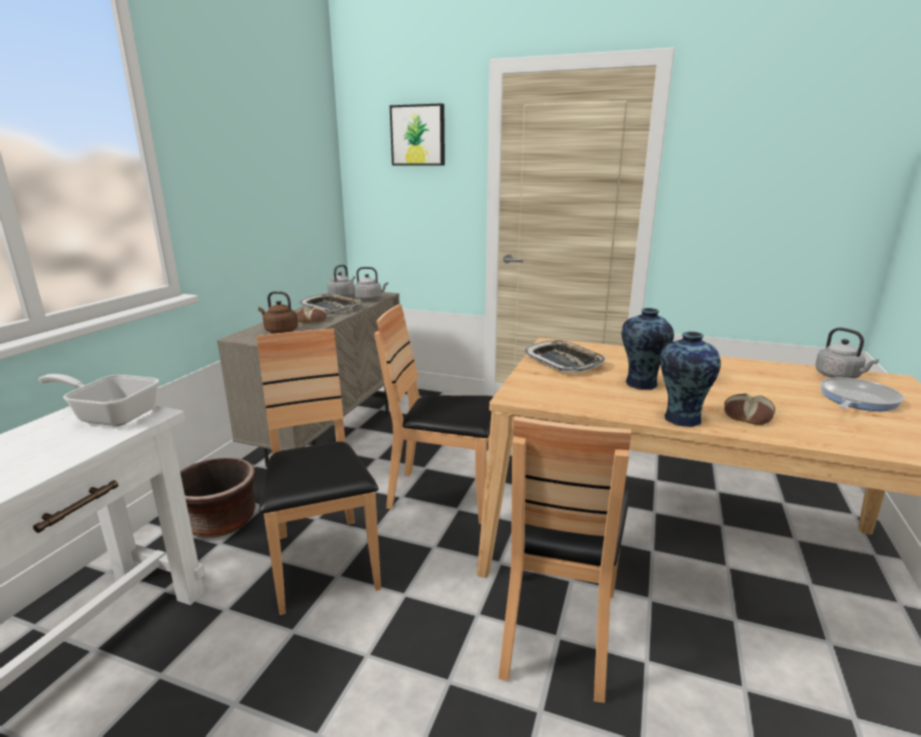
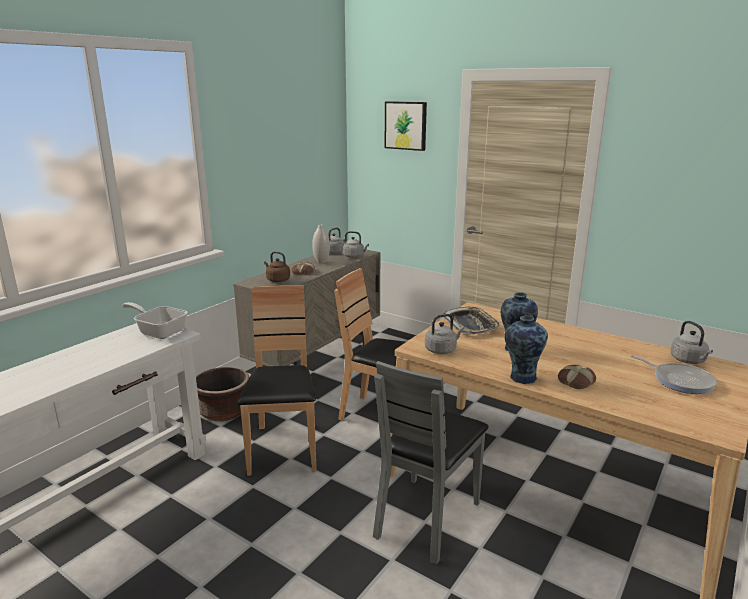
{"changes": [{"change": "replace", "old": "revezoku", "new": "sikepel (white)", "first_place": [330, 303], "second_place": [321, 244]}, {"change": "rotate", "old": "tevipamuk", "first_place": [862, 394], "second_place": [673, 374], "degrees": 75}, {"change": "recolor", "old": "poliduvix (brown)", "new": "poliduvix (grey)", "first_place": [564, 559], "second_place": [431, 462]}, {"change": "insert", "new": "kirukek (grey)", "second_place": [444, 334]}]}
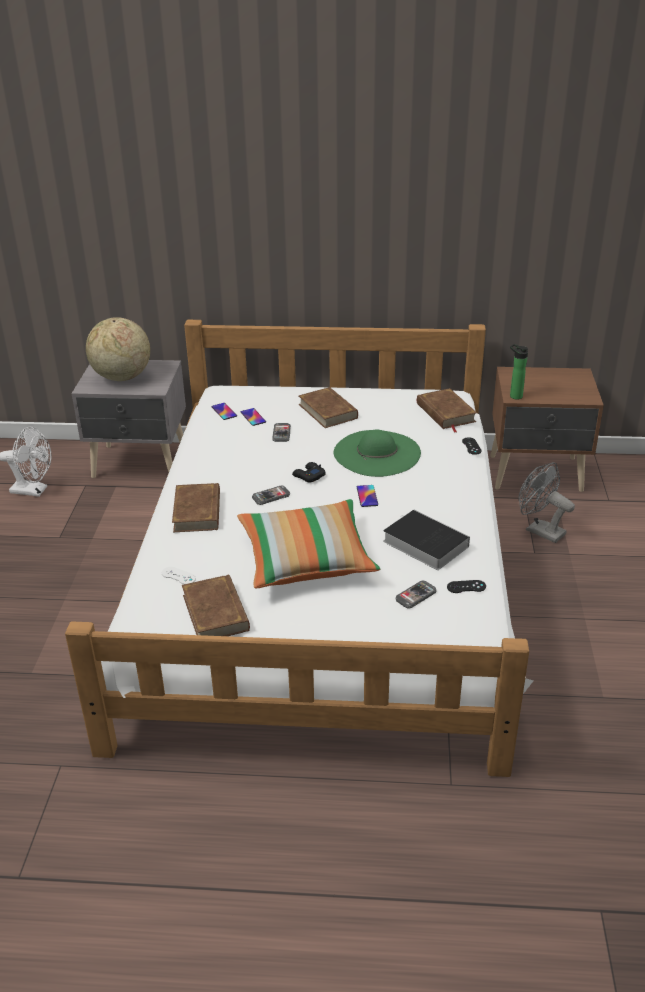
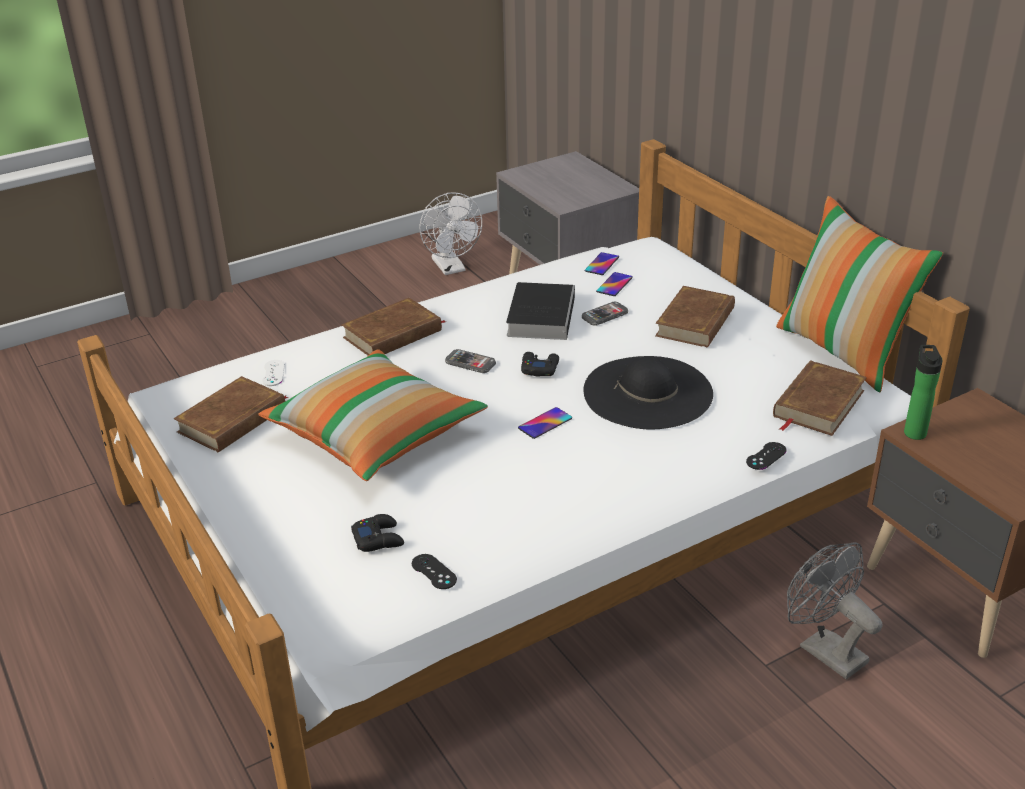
{"changes": [{"change": "delete", "old": "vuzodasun", "first_place": [118, 349]}, {"change": "recolor", "old": "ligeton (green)", "new": "ligeton (black)", "first_place": [377, 453], "second_place": [648, 392]}, {"change": "rotate", "old": "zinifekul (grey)", "first_place": [546, 502], "second_place": [834, 610], "degrees": -45}, {"change": "move", "old": "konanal", "first_place": [426, 540], "second_place": [540, 311]}, {"change": "replace", "old": "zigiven", "new": "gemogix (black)", "first_place": [416, 594], "second_place": [377, 533]}, {"change": "insert", "new": "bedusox", "second_place": [859, 294]}]}
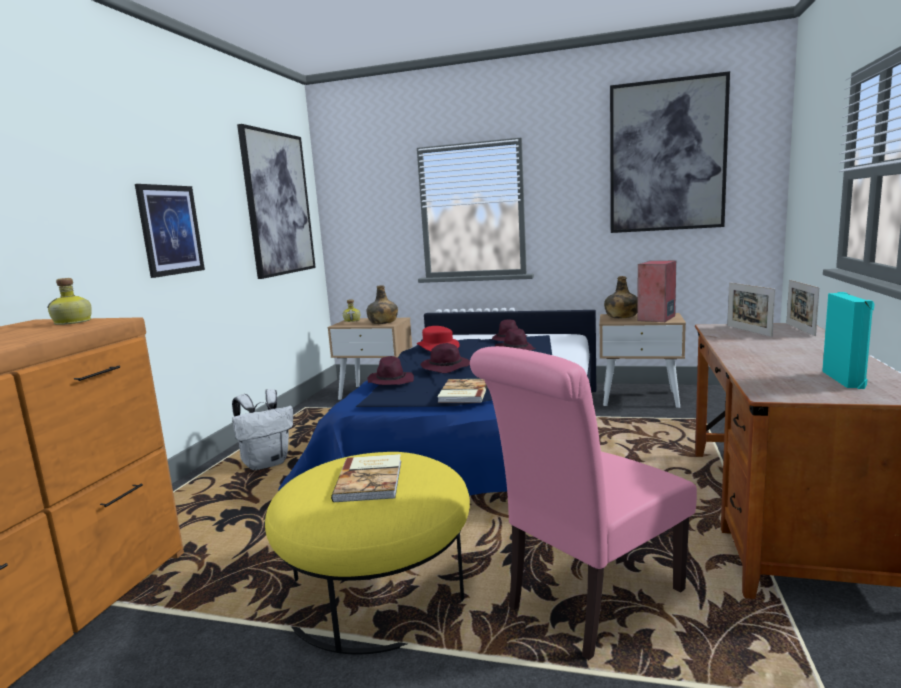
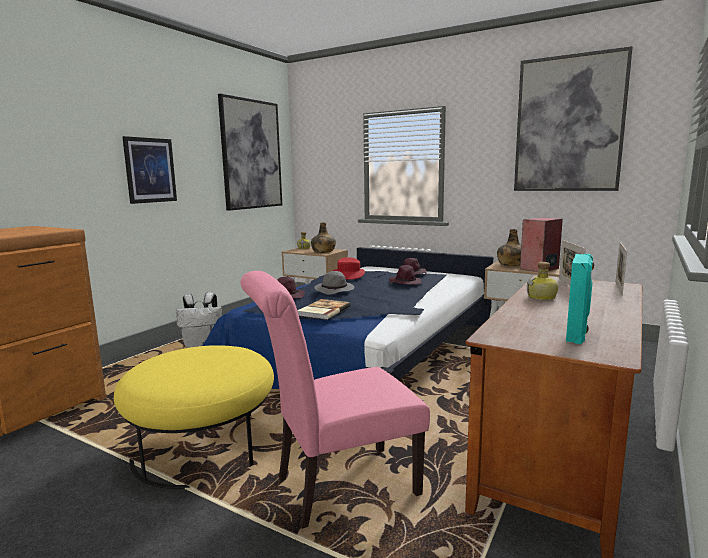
{"changes": [{"change": "move", "old": "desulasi", "first_place": [69, 301], "second_place": [543, 281]}, {"change": "recolor", "old": "ligeton (purple)", "new": "ligeton (grey)", "first_place": [445, 358], "second_place": [334, 283]}, {"change": "delete", "old": "konanal", "first_place": [366, 478]}]}
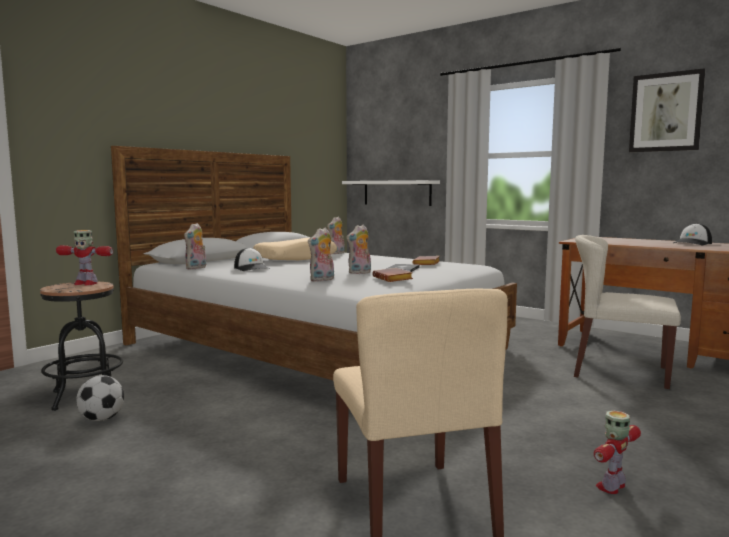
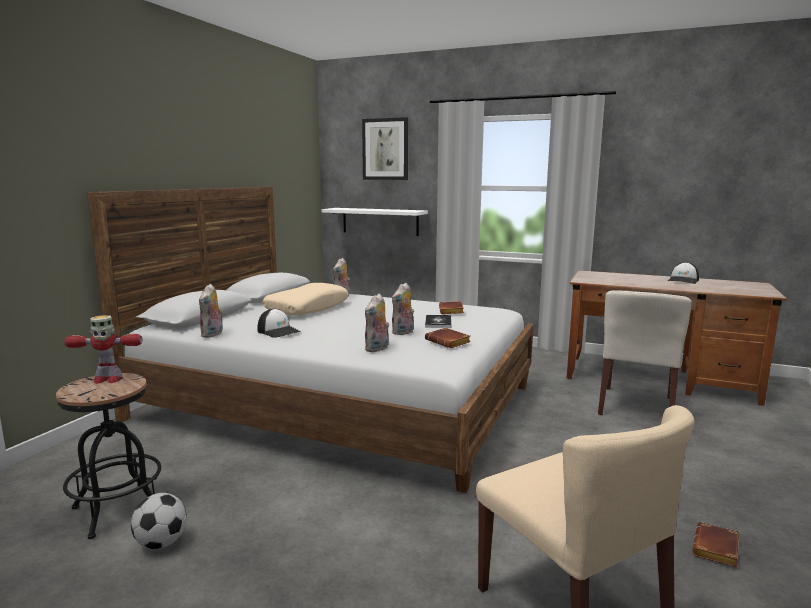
{"changes": [{"change": "move", "old": "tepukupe", "first_place": [667, 110], "second_place": [385, 148]}, {"change": "rotate", "old": "poliduvix (beige)", "first_place": [627, 312], "second_place": [645, 352], "degrees": -75}, {"change": "replace", "old": "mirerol", "new": "konanal (brown)", "first_place": [617, 452], "second_place": [715, 544]}]}
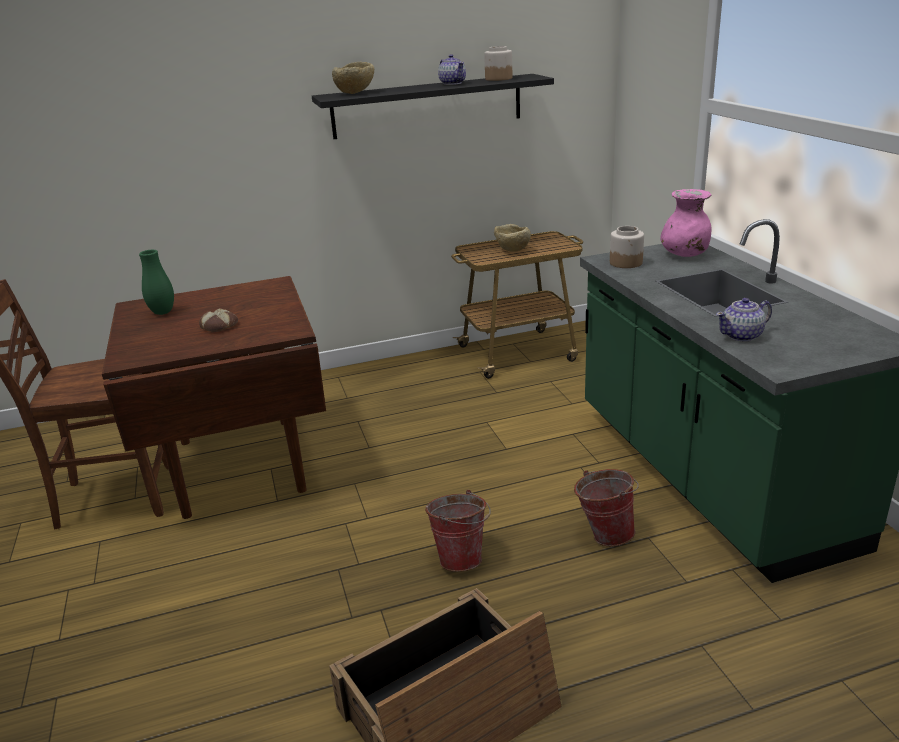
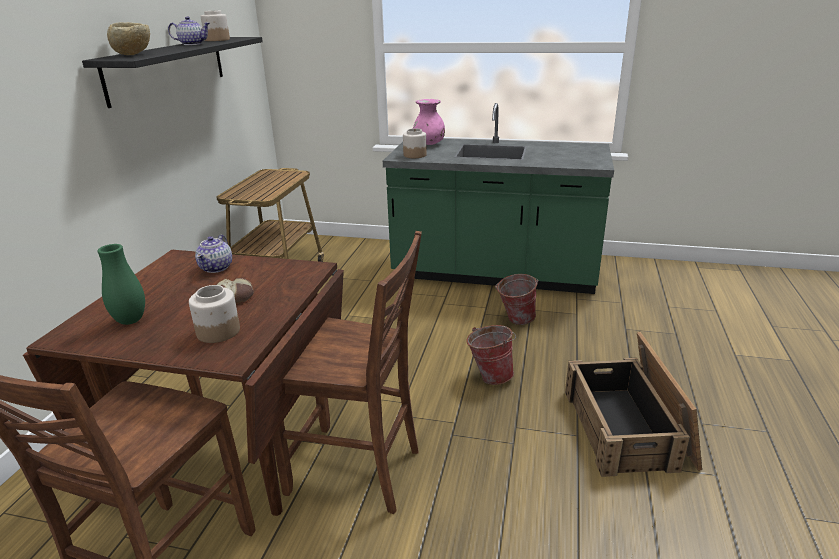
{"changes": [{"change": "delete", "old": "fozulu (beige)", "first_place": [512, 238]}, {"change": "move", "old": "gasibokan", "first_place": [744, 320], "second_place": [213, 254]}, {"change": "insert", "new": "poliduvix (brown)", "second_place": [347, 372]}, {"change": "insert", "new": "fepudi", "second_place": [214, 314]}]}
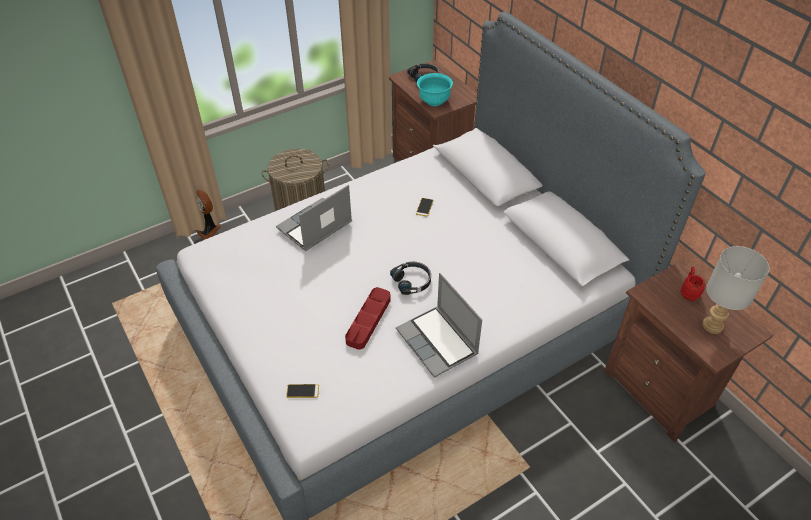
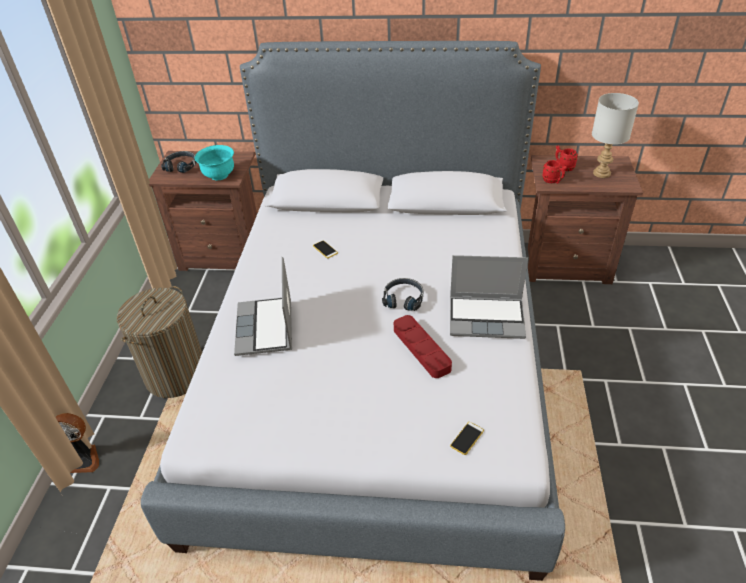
{"changes": [{"change": "insert", "new": "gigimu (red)", "second_place": [554, 172]}]}
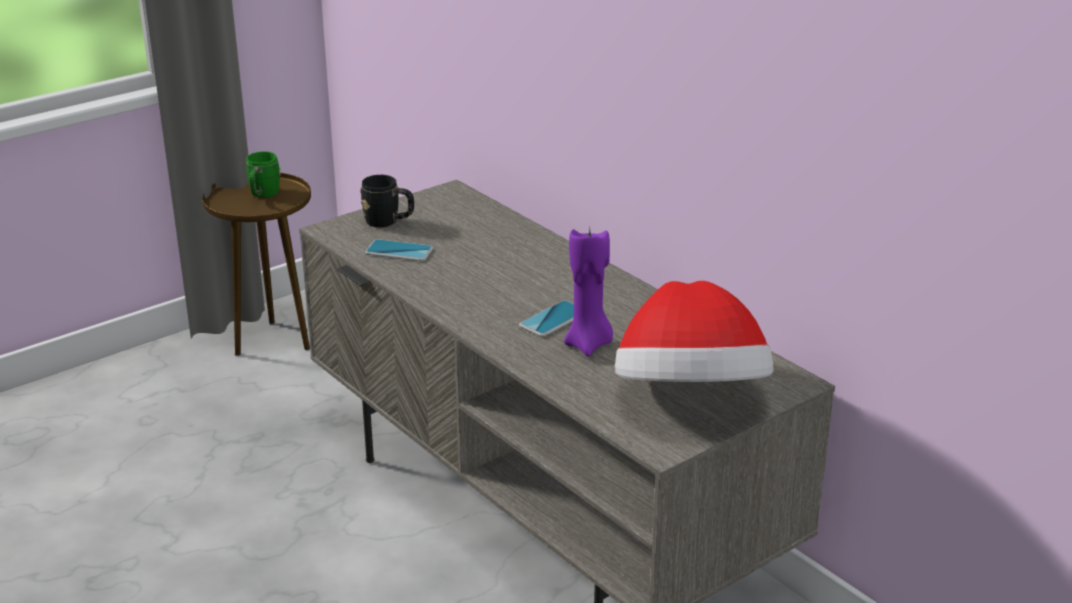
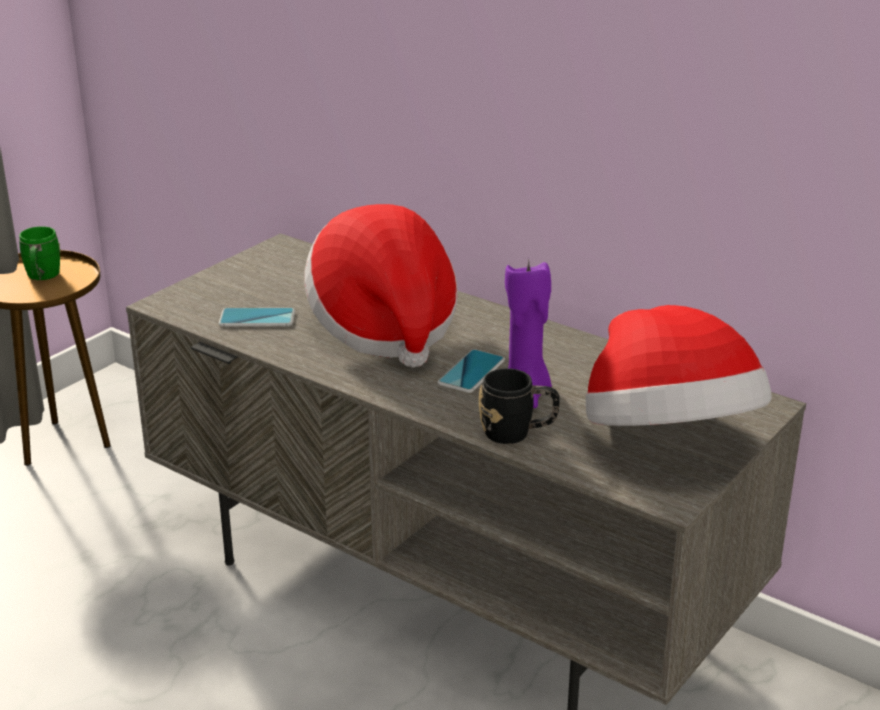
{"changes": [{"change": "move", "old": "gigimu (black)", "first_place": [387, 201], "second_place": [519, 406]}, {"change": "insert", "new": "ligeton", "second_place": [381, 286]}]}
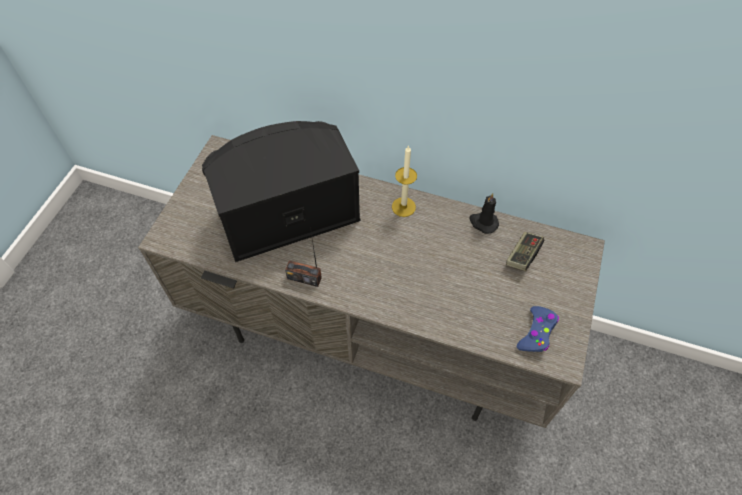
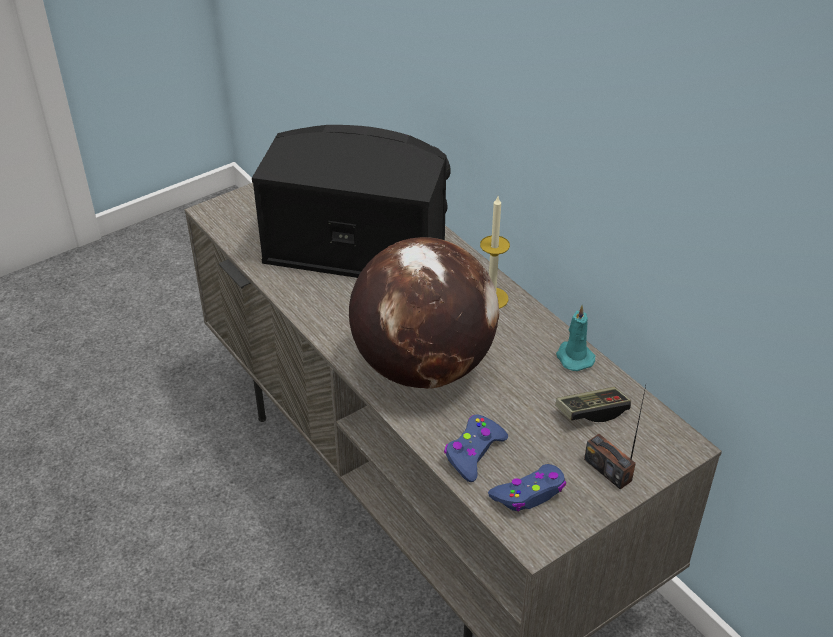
{"changes": [{"change": "recolor", "old": "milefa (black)", "new": "milefa (turquoise)", "first_place": [484, 213], "second_place": [576, 338]}, {"change": "move", "old": "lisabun", "first_place": [303, 257], "second_place": [615, 437]}, {"change": "insert", "new": "vuzodasun", "second_place": [424, 313]}, {"change": "insert", "new": "gemogix (blue)", "second_place": [476, 448]}]}
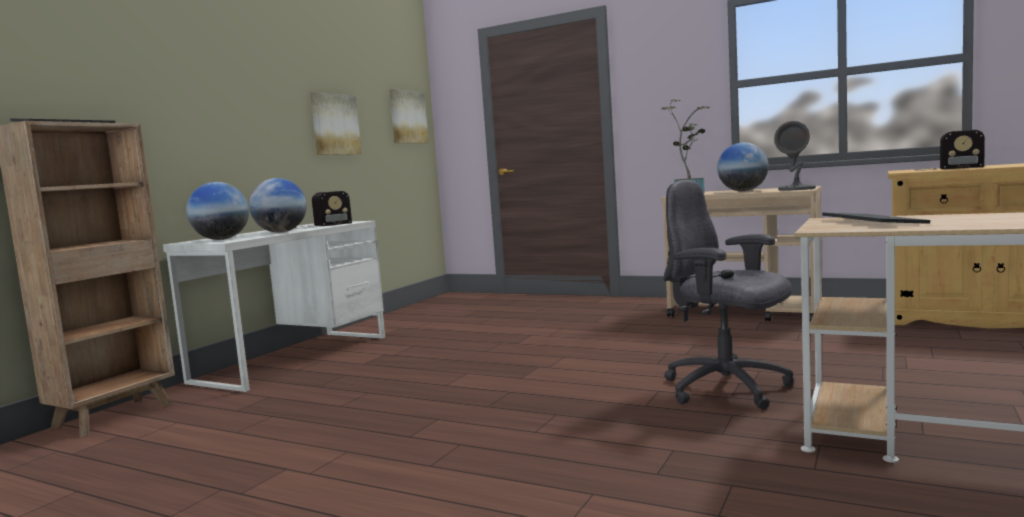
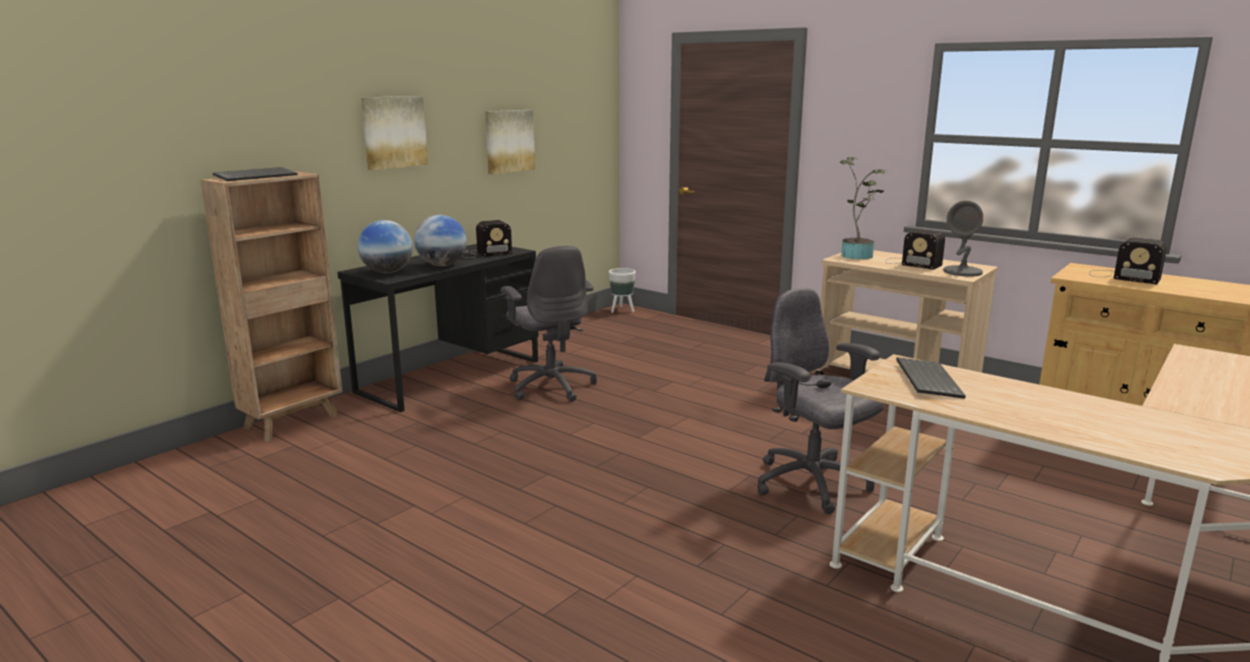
{"changes": [{"change": "move", "old": "tepukupe", "first_place": [409, 116], "second_place": [394, 133]}, {"change": "replace", "old": "vuzodasun", "new": "lisabun", "first_place": [743, 166], "second_place": [915, 249]}, {"change": "recolor", "old": "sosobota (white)", "new": "sosobota (black)", "first_place": [274, 306], "second_place": [438, 328]}, {"change": "insert", "new": "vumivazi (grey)", "second_place": [549, 324]}, {"change": "insert", "new": "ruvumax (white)", "second_place": [622, 290]}]}
